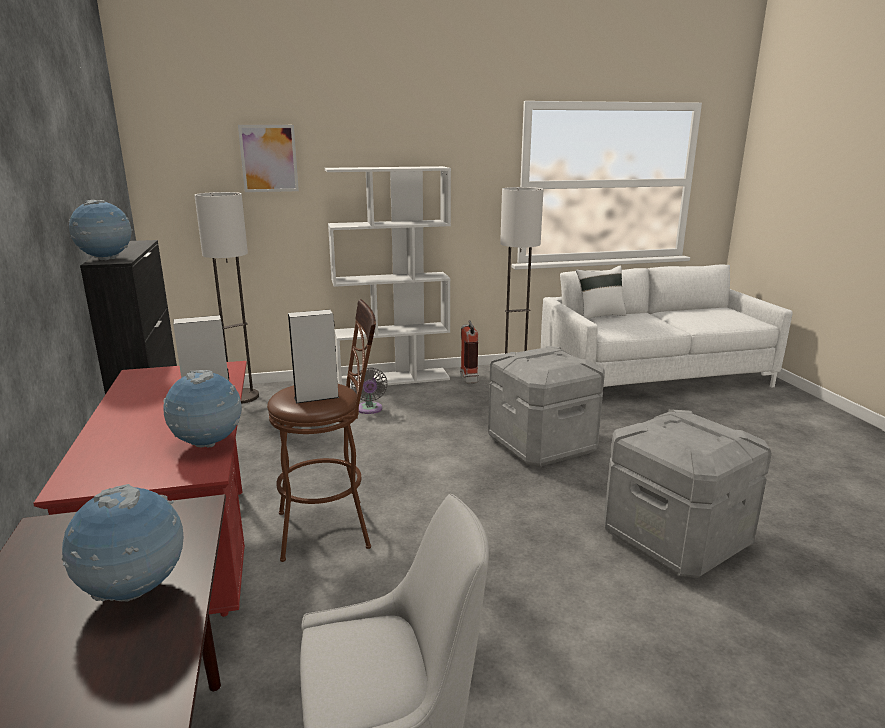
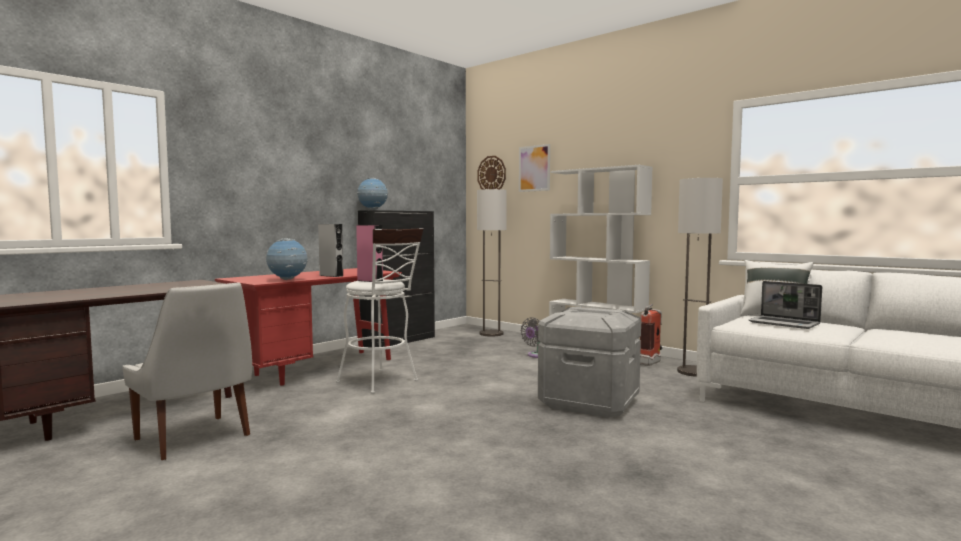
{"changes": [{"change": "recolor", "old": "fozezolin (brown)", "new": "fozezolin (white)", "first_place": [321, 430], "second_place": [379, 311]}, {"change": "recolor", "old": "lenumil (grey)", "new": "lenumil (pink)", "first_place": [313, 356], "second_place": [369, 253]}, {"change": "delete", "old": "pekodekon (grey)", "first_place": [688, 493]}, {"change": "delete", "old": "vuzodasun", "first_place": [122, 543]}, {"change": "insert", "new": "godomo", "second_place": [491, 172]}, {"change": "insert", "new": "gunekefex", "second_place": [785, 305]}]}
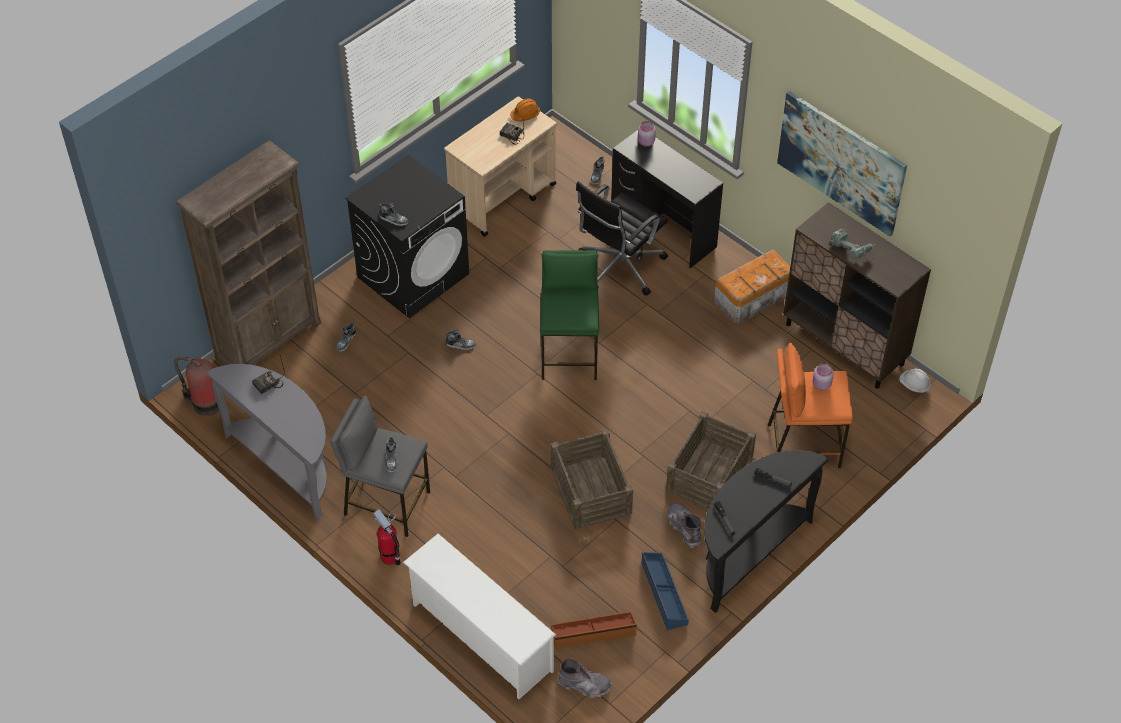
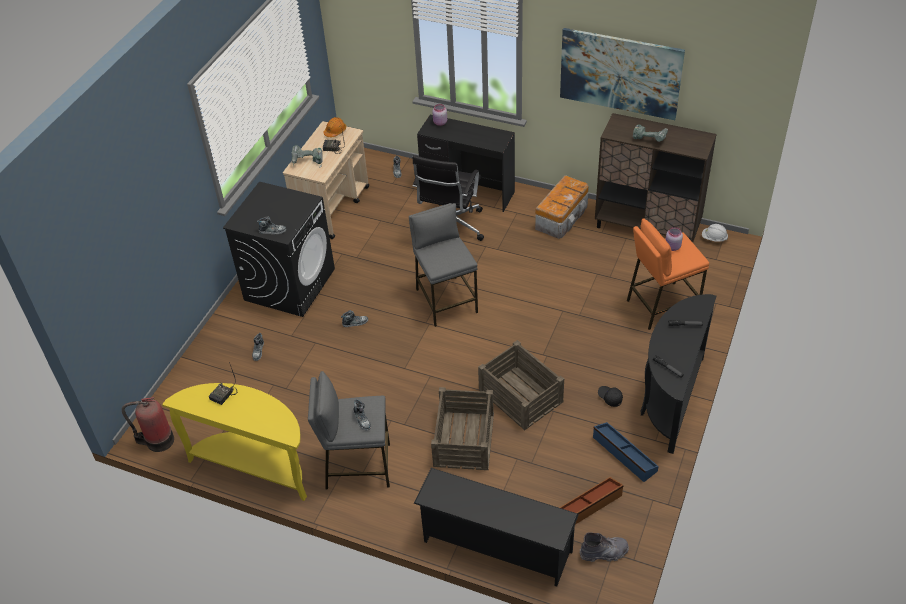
{"changes": [{"change": "delete", "old": "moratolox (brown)", "first_place": [248, 252]}, {"change": "recolor", "old": "fozezolin (green)", "new": "fozezolin (grey)", "first_place": [569, 315], "second_place": [443, 265]}, {"change": "recolor", "old": "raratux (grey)", "new": "raratux (yellow)", "first_place": [267, 441], "second_place": [234, 442]}, {"change": "move", "old": "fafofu", "first_place": [711, 460], "second_place": [462, 428]}, {"change": "replace", "old": "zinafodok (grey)", "new": "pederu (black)", "first_place": [684, 525], "second_place": [610, 396]}, {"change": "delete", "old": "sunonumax", "first_place": [387, 537]}, {"change": "recolor", "old": "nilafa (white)", "new": "nilafa (black)", "first_place": [479, 616], "second_place": [496, 527]}, {"change": "insert", "new": "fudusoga", "second_place": [307, 156]}]}
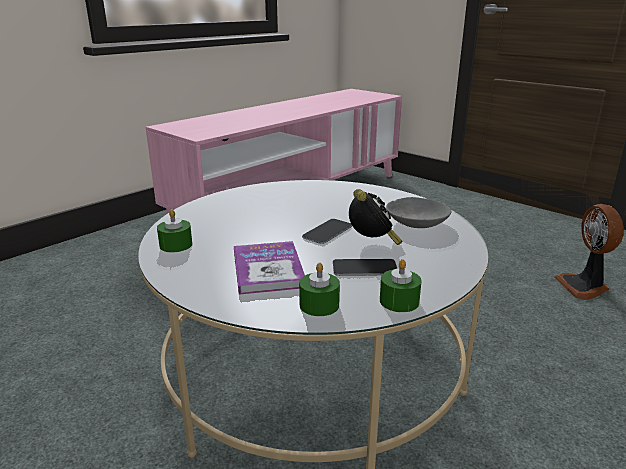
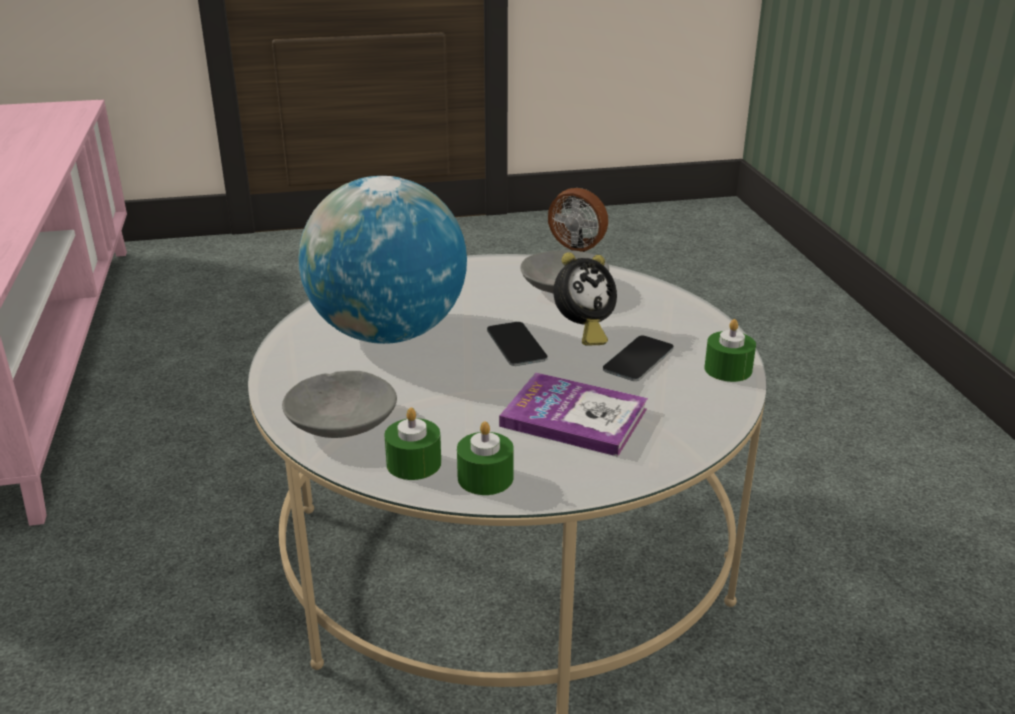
{"changes": [{"change": "rotate", "old": "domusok", "first_place": [376, 217], "second_place": [585, 298], "degrees": 120}, {"change": "move", "old": "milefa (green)", "first_place": [319, 289], "second_place": [485, 458]}, {"change": "insert", "new": "vuzodasun", "second_place": [383, 260]}, {"change": "insert", "new": "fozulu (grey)", "second_place": [339, 404]}]}
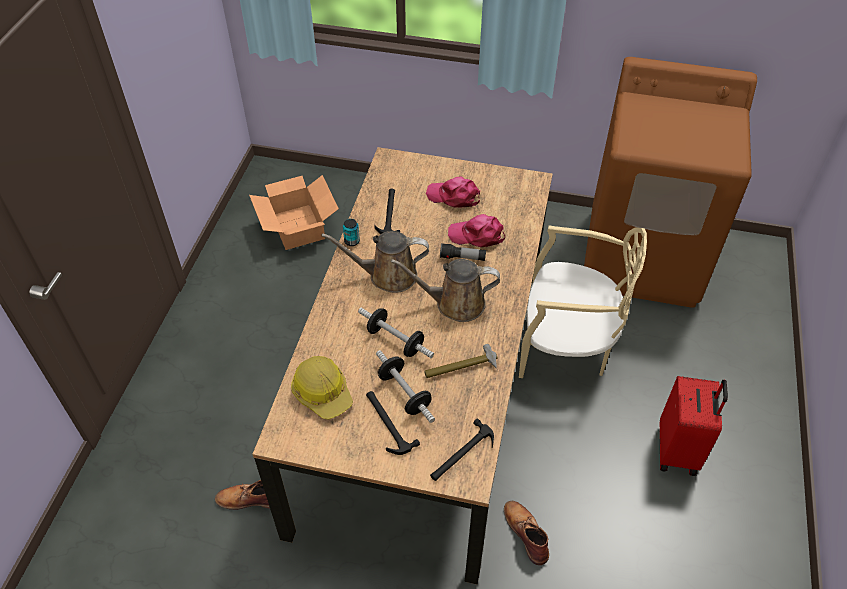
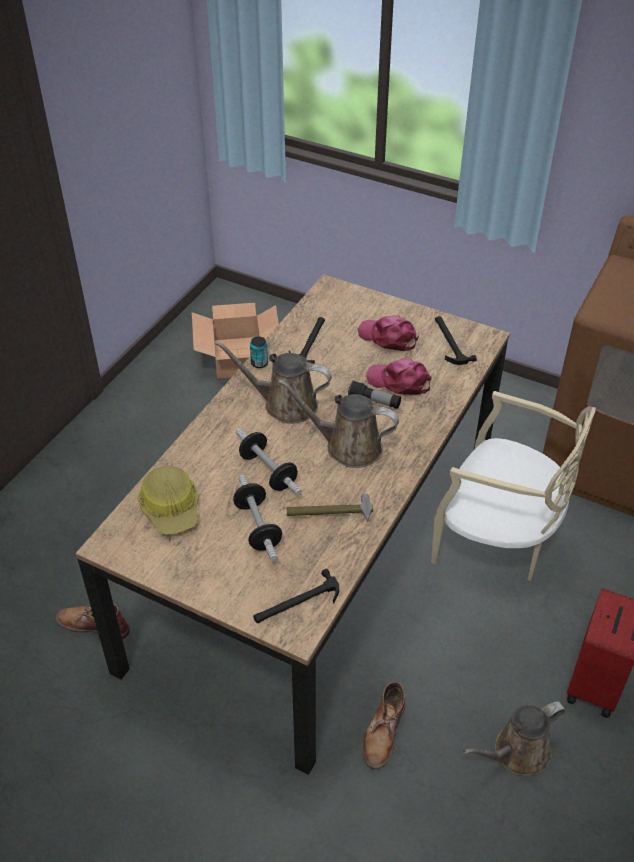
{"changes": [{"change": "move", "old": "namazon", "first_place": [393, 423], "second_place": [456, 340]}, {"change": "rotate", "old": "zinafodok (brown)", "first_place": [526, 533], "second_place": [383, 725], "degrees": -150}, {"change": "insert", "new": "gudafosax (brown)", "second_place": [514, 738]}]}
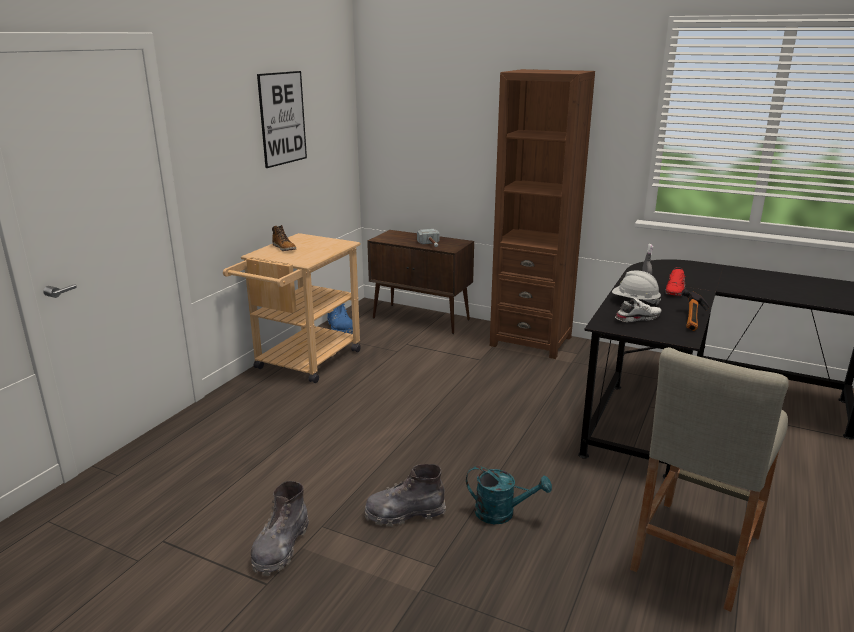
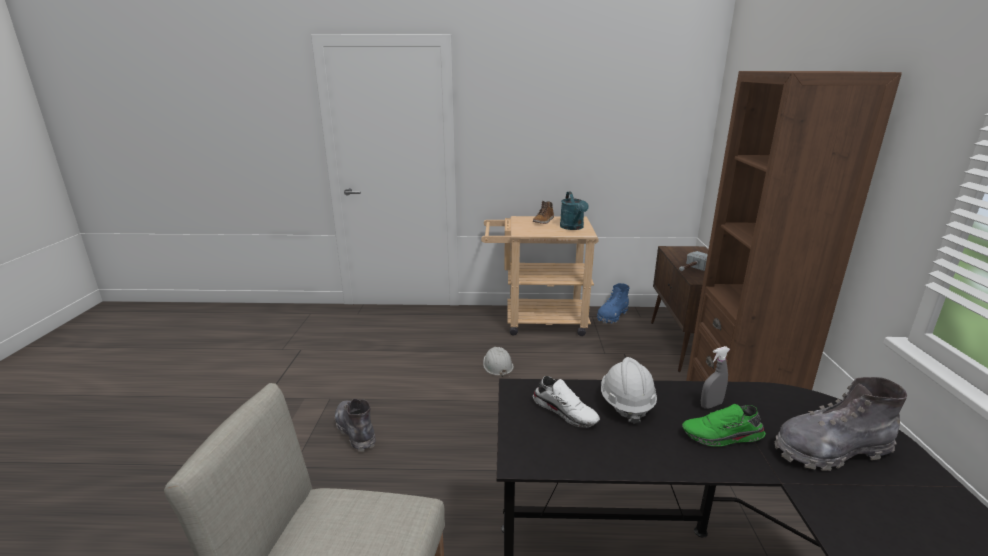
{"changes": [{"change": "delete", "old": "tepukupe", "first_place": [282, 119]}, {"change": "recolor", "old": "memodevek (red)", "new": "memodevek (green)", "first_place": [675, 281], "second_place": [724, 425]}, {"change": "delete", "old": "namazon", "first_place": [695, 310]}, {"change": "move", "old": "gudafosax (turquoise)", "first_place": [509, 495], "second_place": [574, 211]}, {"change": "move", "old": "zinafodok (grey)", "first_place": [280, 528], "second_place": [841, 424]}, {"change": "insert", "new": "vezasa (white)", "second_place": [498, 362]}]}
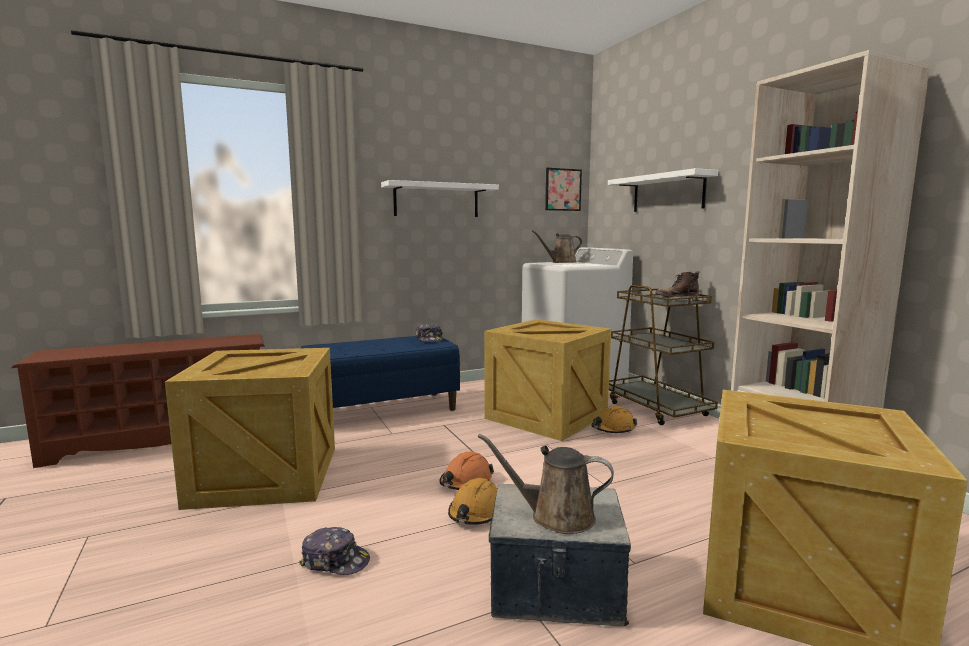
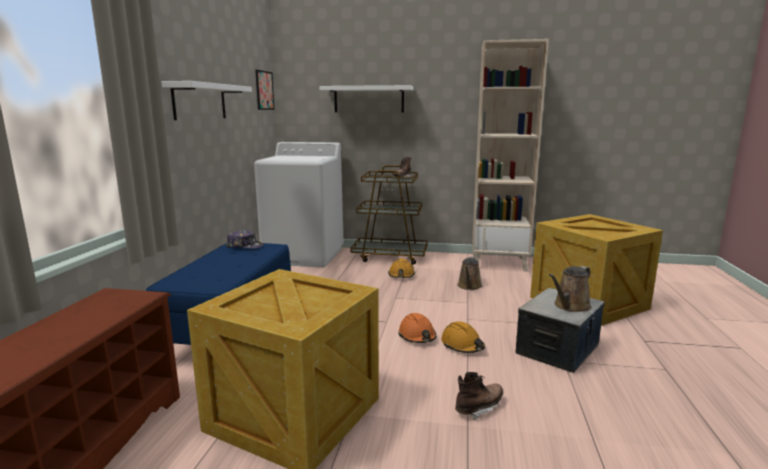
{"changes": [{"change": "move", "old": "gudafosax (brown)", "first_place": [557, 247], "second_place": [469, 273]}, {"change": "delete", "old": "fafofu", "first_place": [547, 380]}, {"change": "replace", "old": "pederu", "new": "zinafodok (brown)", "first_place": [334, 551], "second_place": [479, 396]}]}
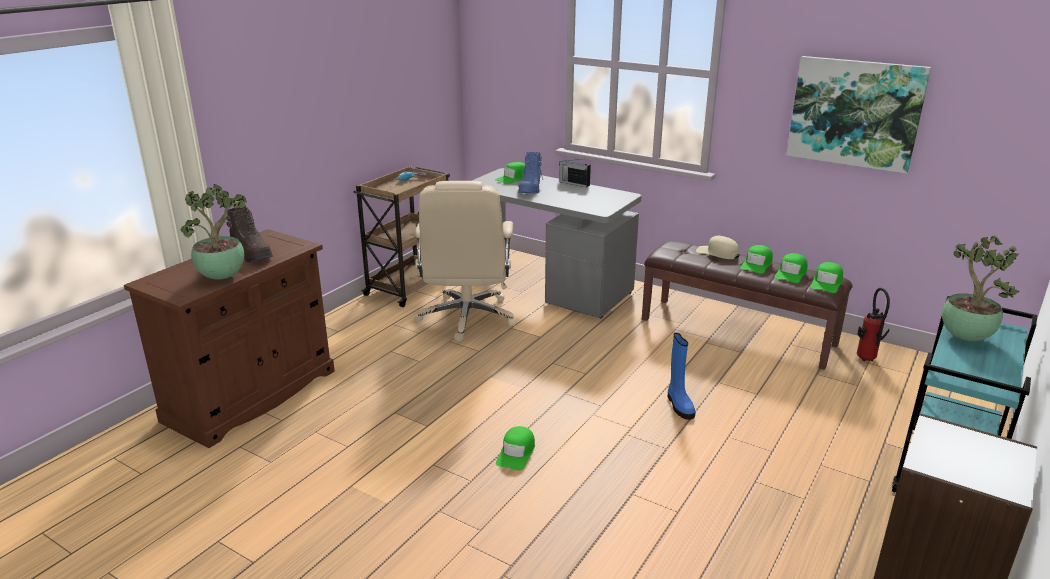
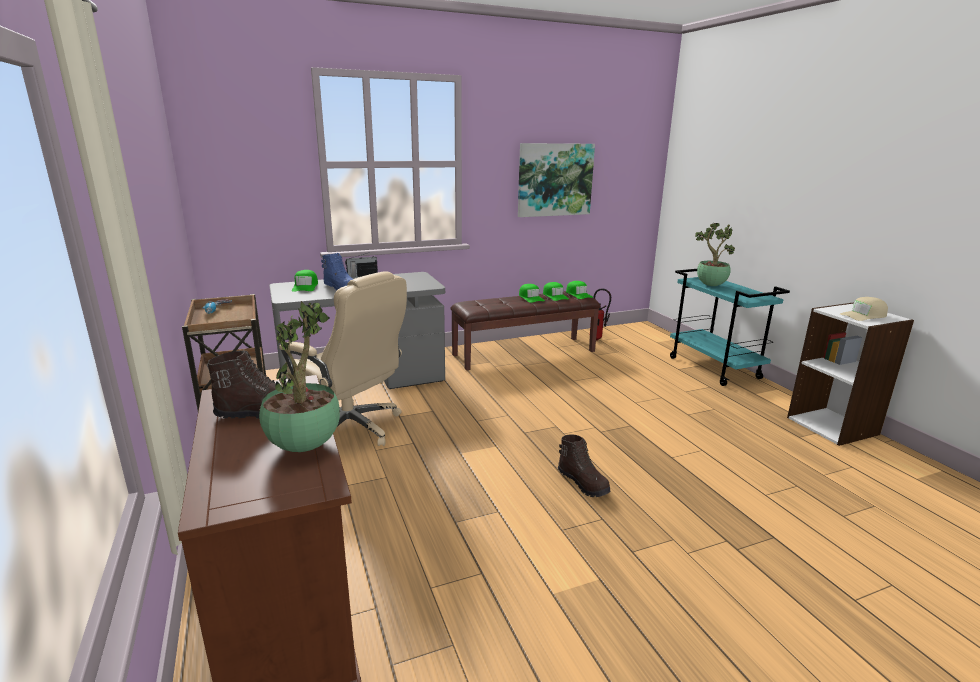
{"changes": [{"change": "move", "old": "pederu (beige)", "first_place": [717, 247], "second_place": [864, 309]}, {"change": "delete", "old": "zinafodok (blue)", "first_place": [682, 376]}, {"change": "replace", "old": "pederu (green)", "new": "zinafodok (brown)", "first_place": [515, 448], "second_place": [584, 465]}]}
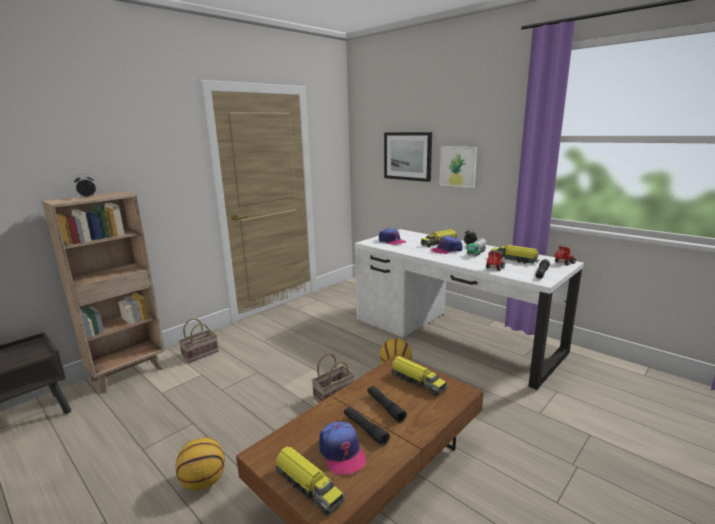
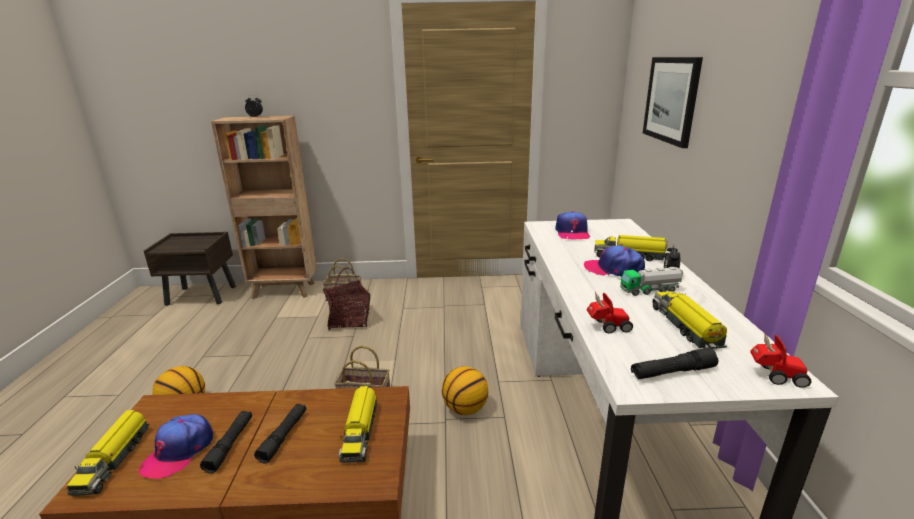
{"changes": [{"change": "delete", "old": "tepukupe", "first_place": [458, 167]}, {"change": "insert", "new": "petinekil", "second_place": [346, 299]}]}
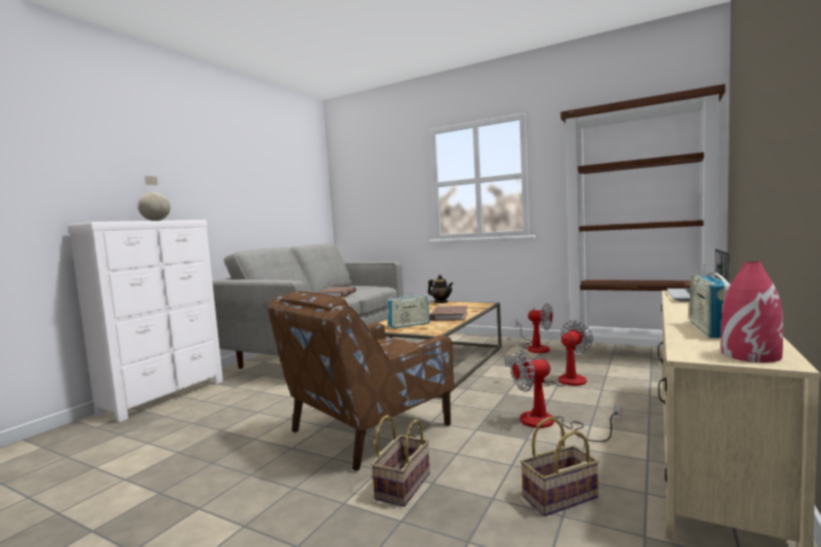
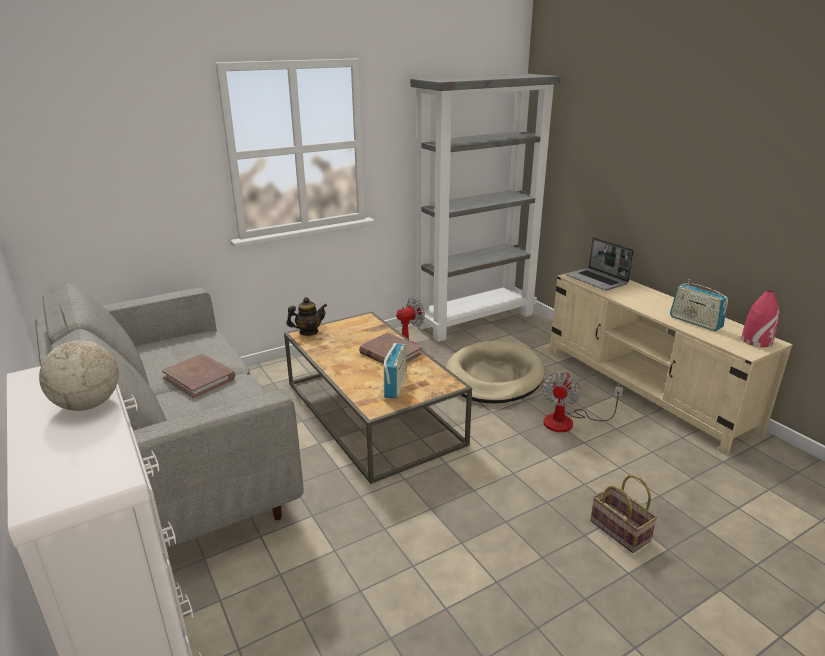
{"changes": [{"change": "recolor", "old": "moratolox (brown)", "new": "moratolox (grey)", "first_place": [643, 219], "second_place": [485, 207]}, {"change": "delete", "old": "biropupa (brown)", "first_place": [361, 381]}, {"change": "replace", "old": "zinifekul", "new": "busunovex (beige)", "first_place": [549, 353], "second_place": [495, 372]}, {"change": "delete", "old": "petinekil", "first_place": [559, 466]}]}
